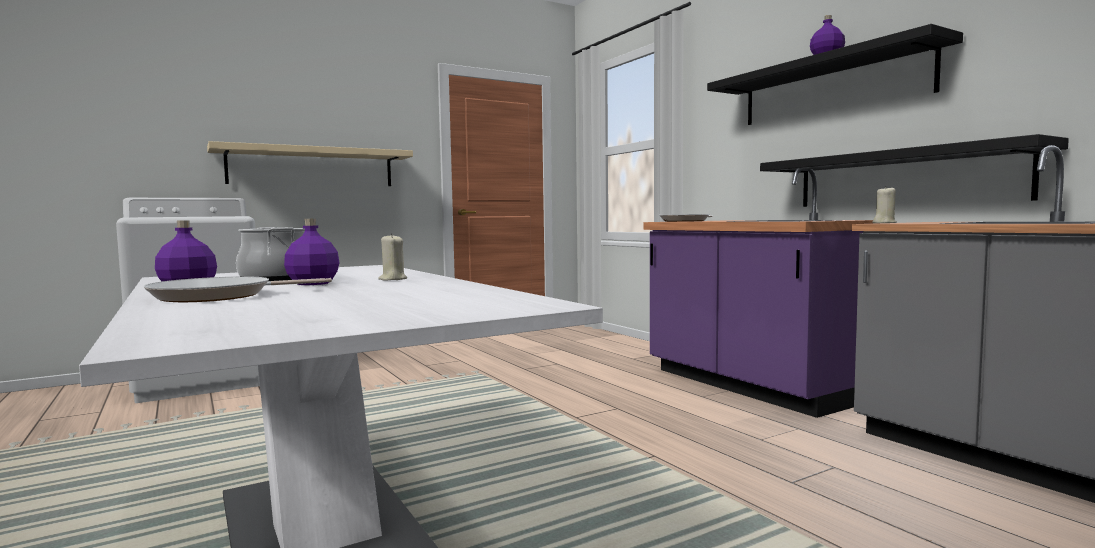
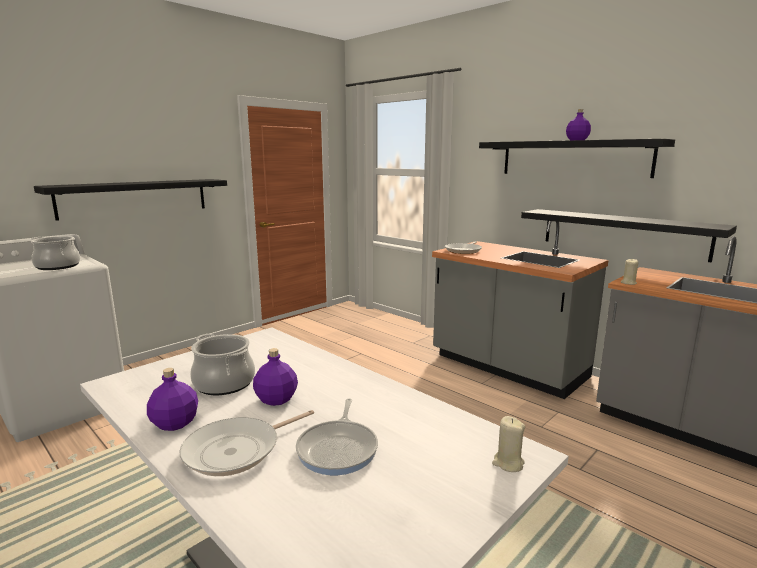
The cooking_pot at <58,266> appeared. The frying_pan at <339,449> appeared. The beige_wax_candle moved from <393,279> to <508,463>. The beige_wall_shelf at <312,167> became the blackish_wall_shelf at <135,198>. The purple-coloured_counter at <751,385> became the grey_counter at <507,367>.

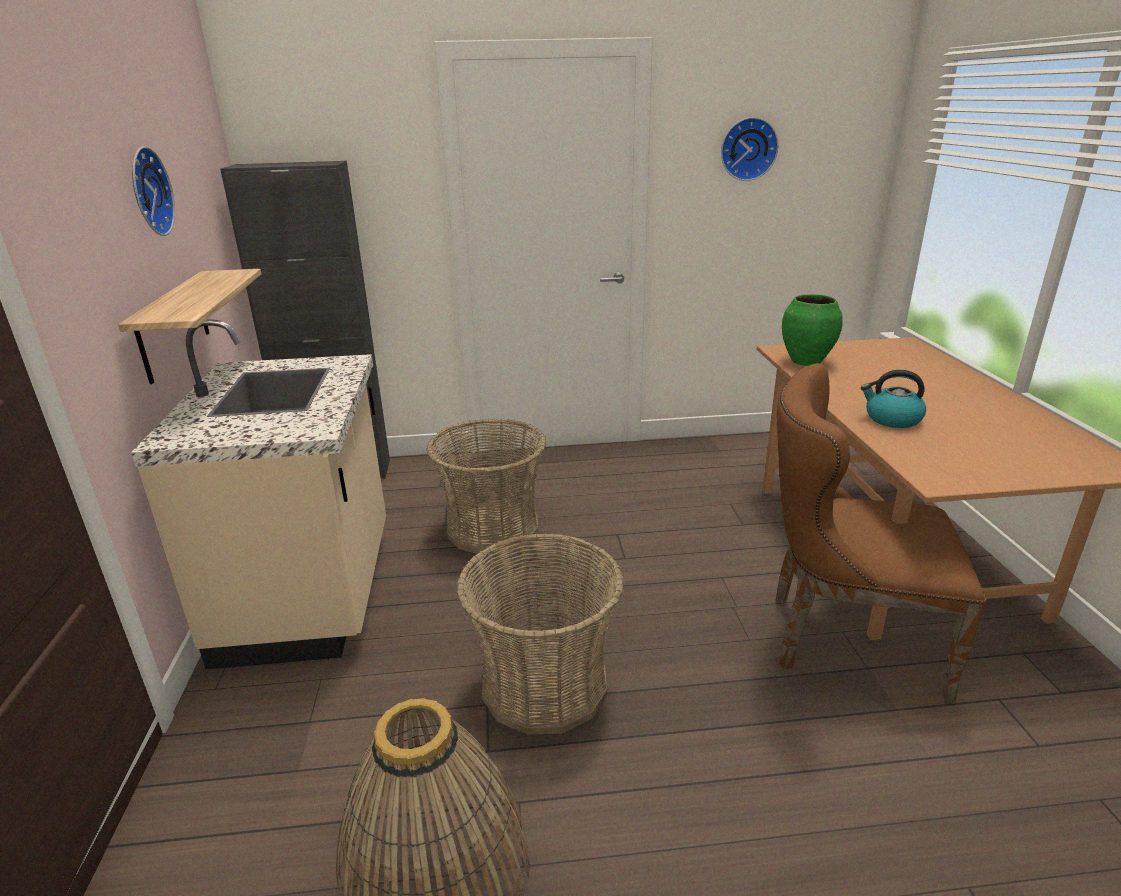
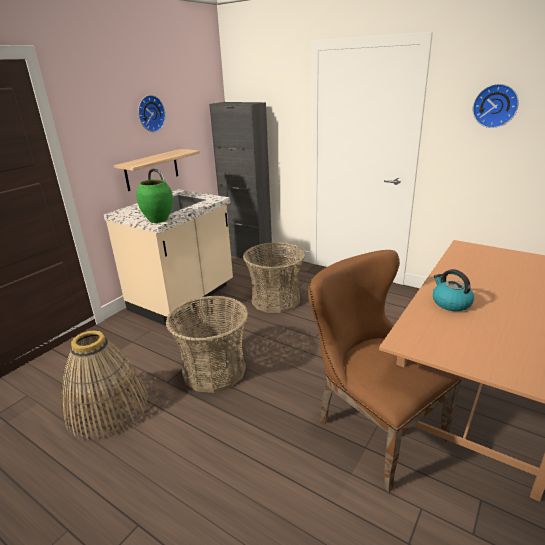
The greenish_decorative_vase moved from <805,361> to <158,220>.

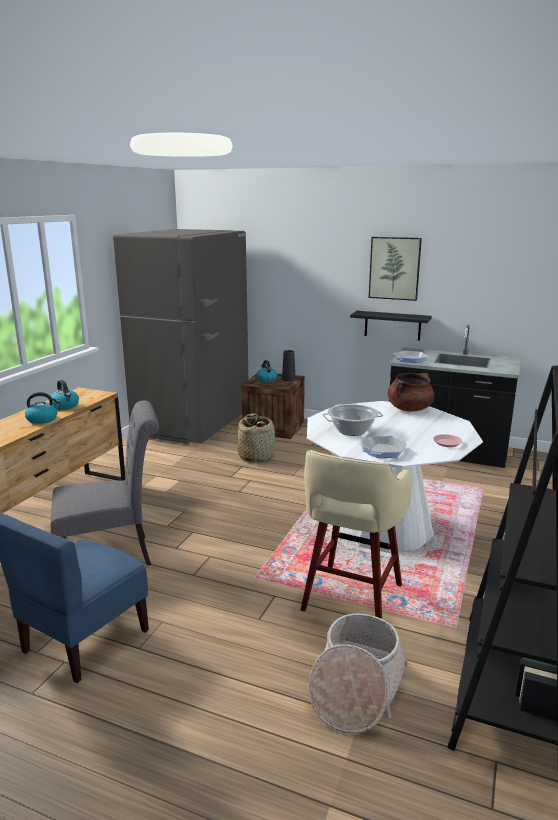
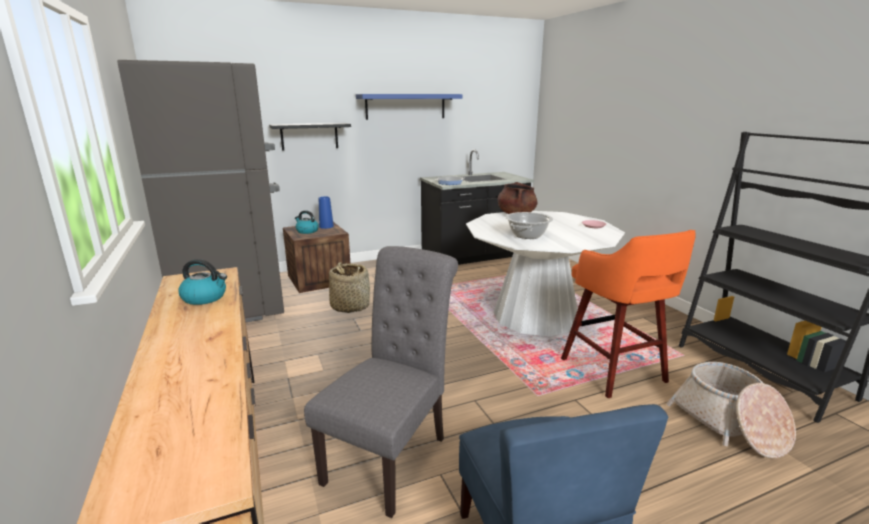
The tea_kettle at <43,419> disappeared. The frying_pan at <383,450> disappeared. The blackish_wall_shelf moved from <392,325> to <309,136>. The picture at <394,268> was replaced by the blue-coloured_wall_shelf at <405,106>. The blackish_decorative_vase at <288,379> became the blue-coloured_decorative_vase at <326,226>. The beige_stool at <351,599> became the orange-coloured_stool at <614,372>.

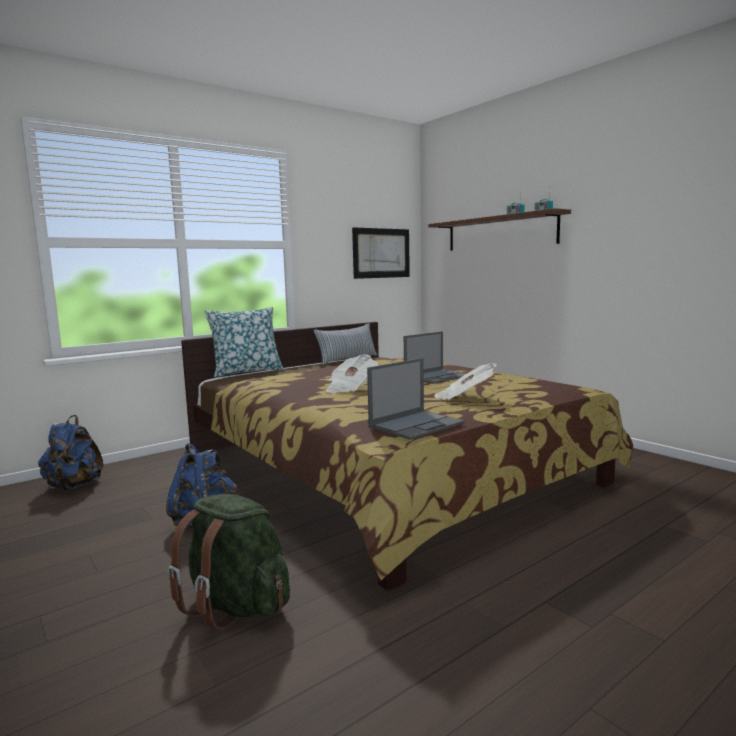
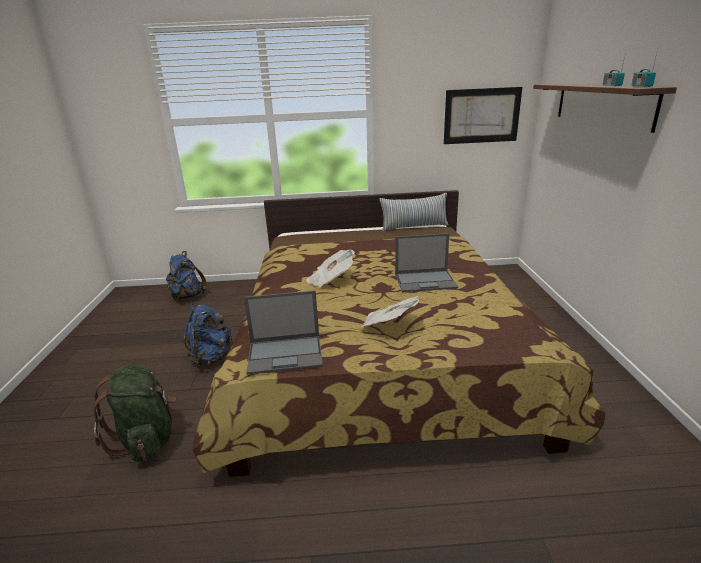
The throw_pillow at <246,372> disappeared.

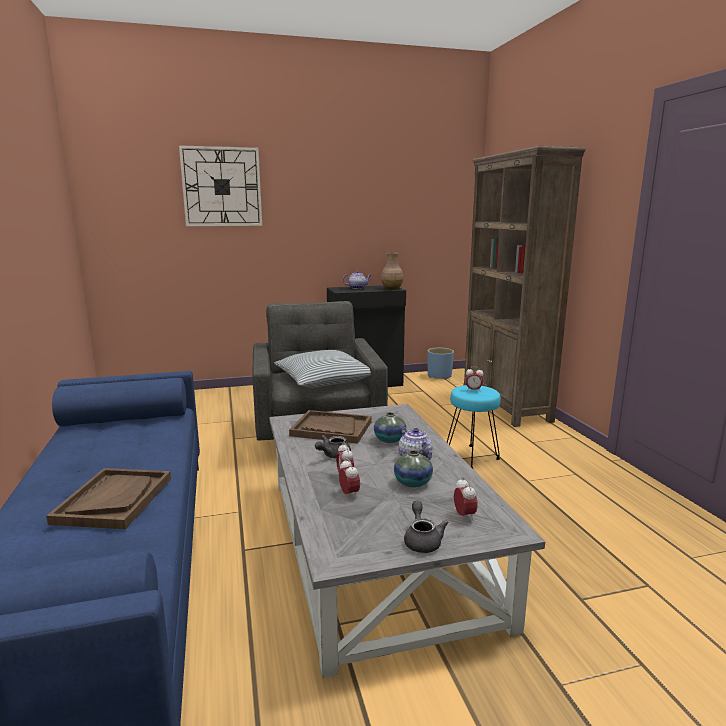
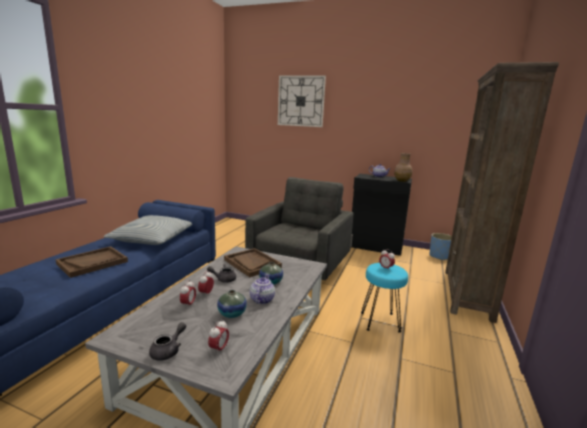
The throw_pillow moved from <324,379> to <152,238>.

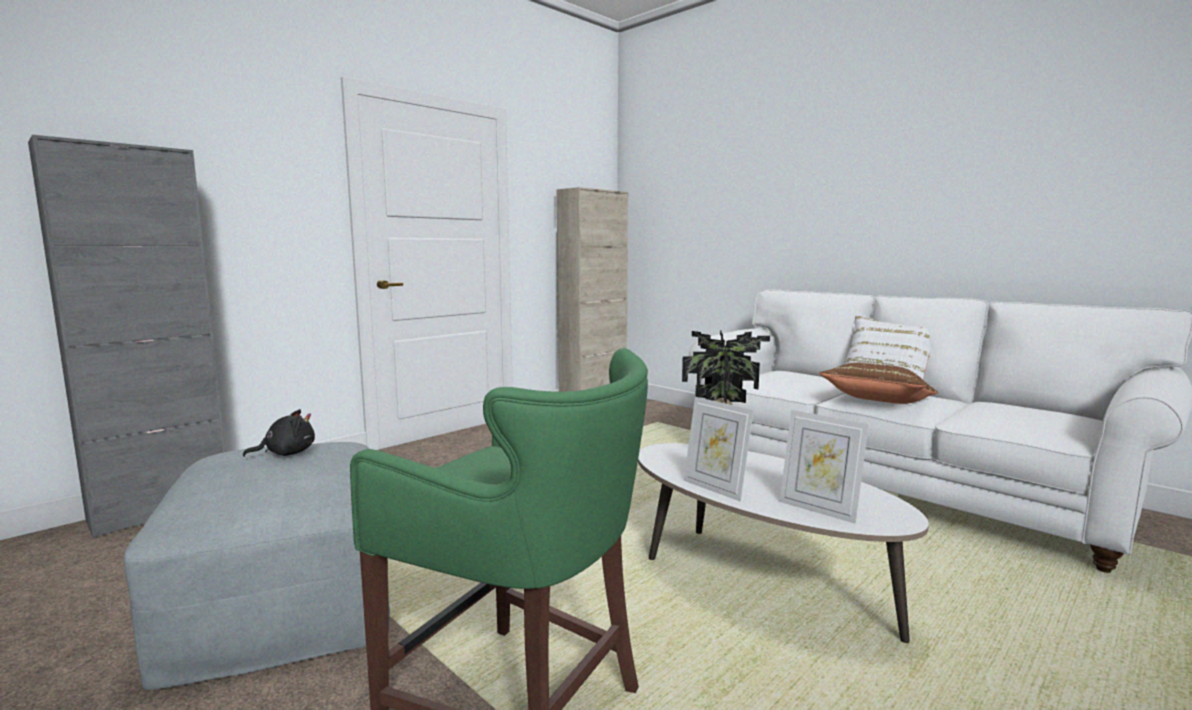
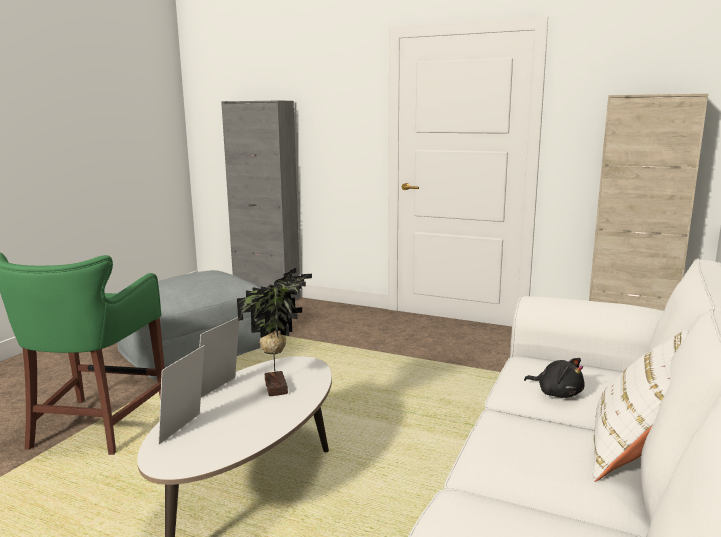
The brownish_throw_pillow at <877,403> disappeared. The blackish_soft_toy moved from <286,454> to <557,393>.

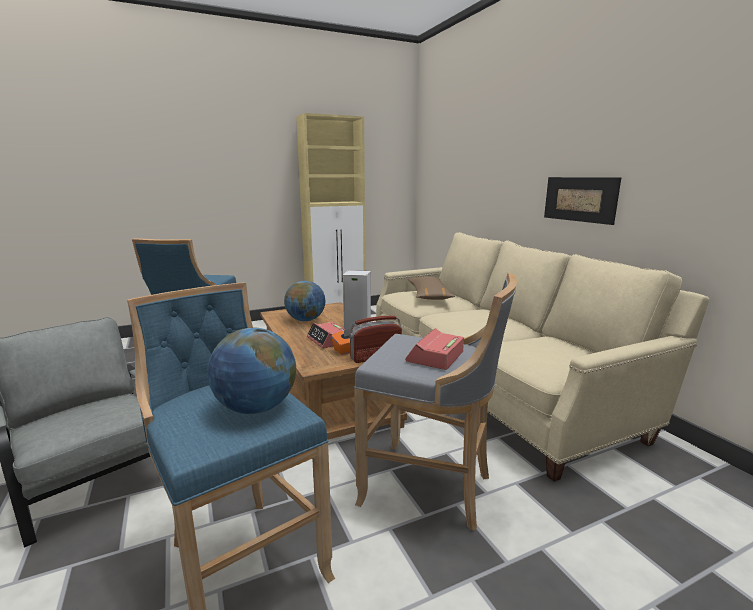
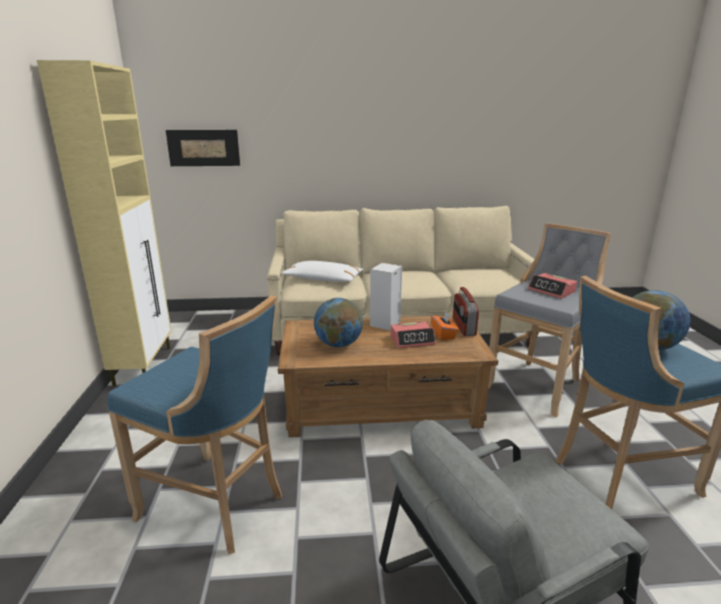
The picture moved from <579,199> to <203,148>. The brownish_throw_pillow at <429,295> became the white-coloured_throw_pillow at <323,279>.

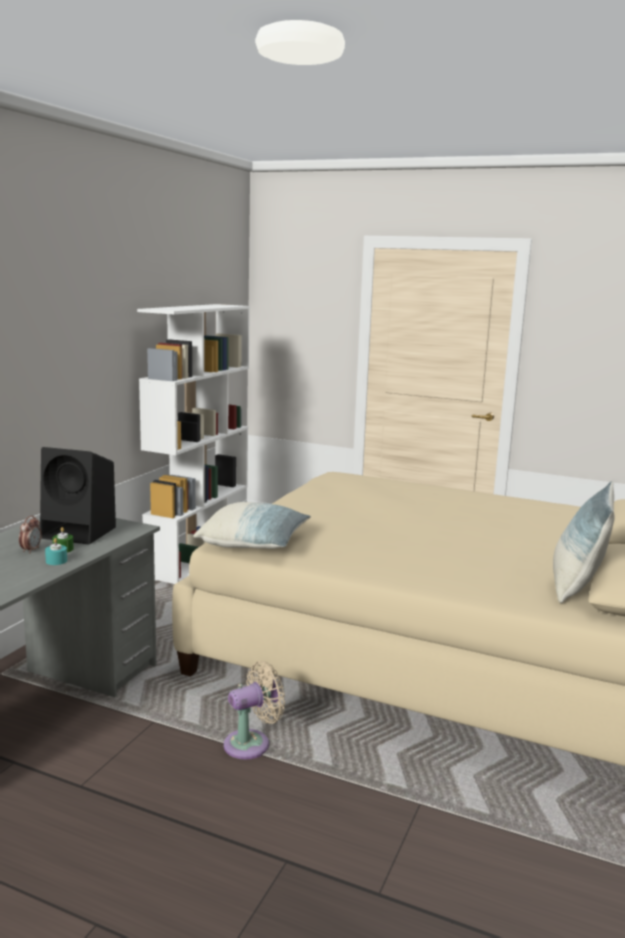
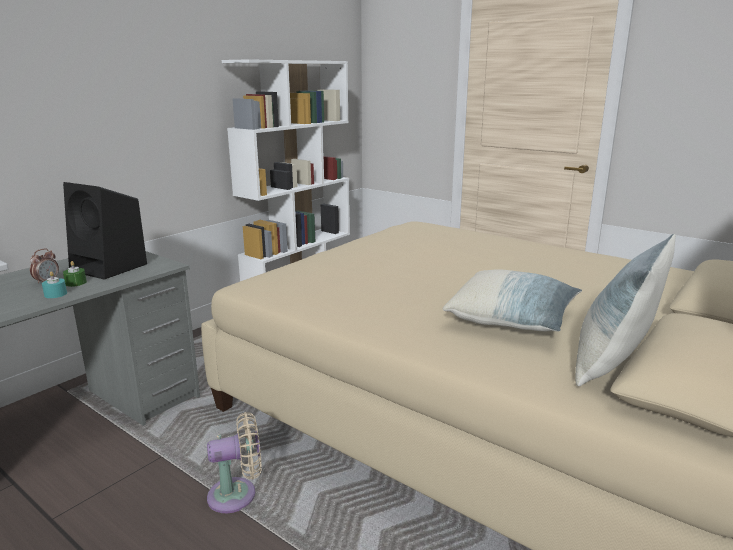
The throw_pillow moved from <253,543> to <512,319>.

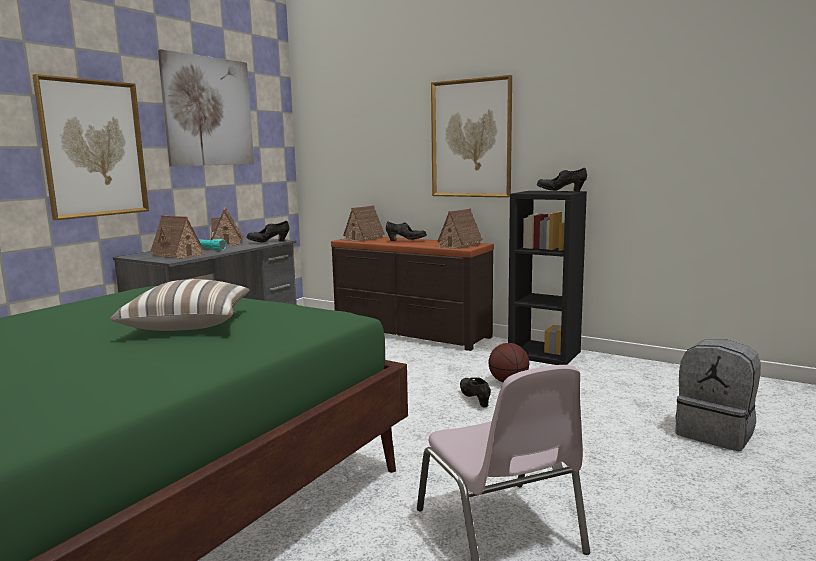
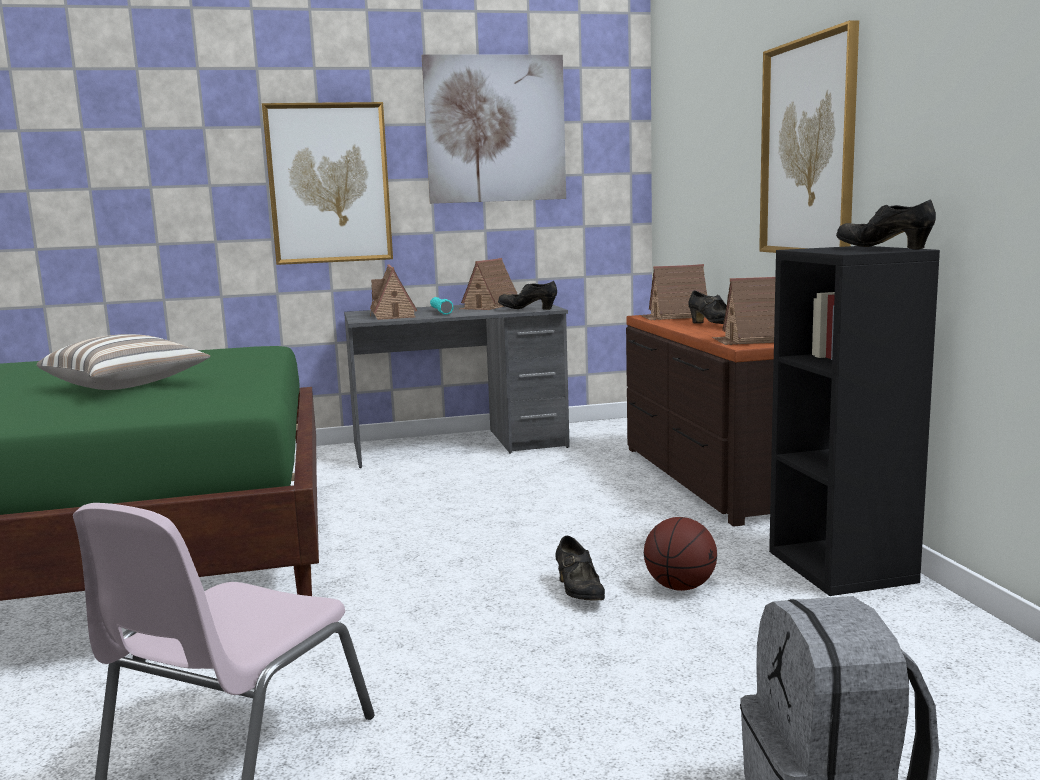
The blackish_low_shoe at <475,399> turned 135 degrees clockwise.

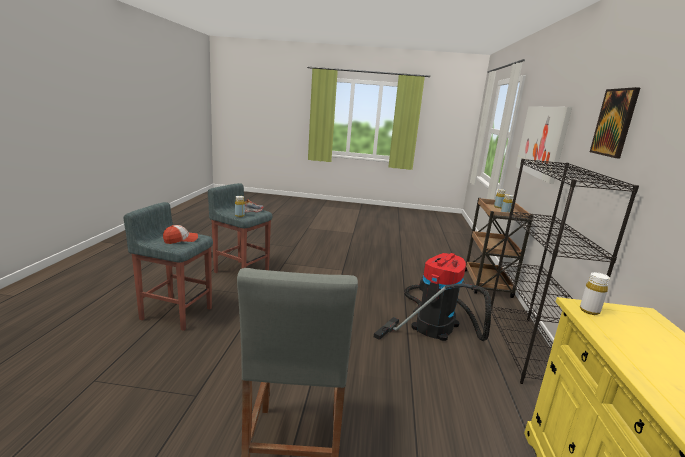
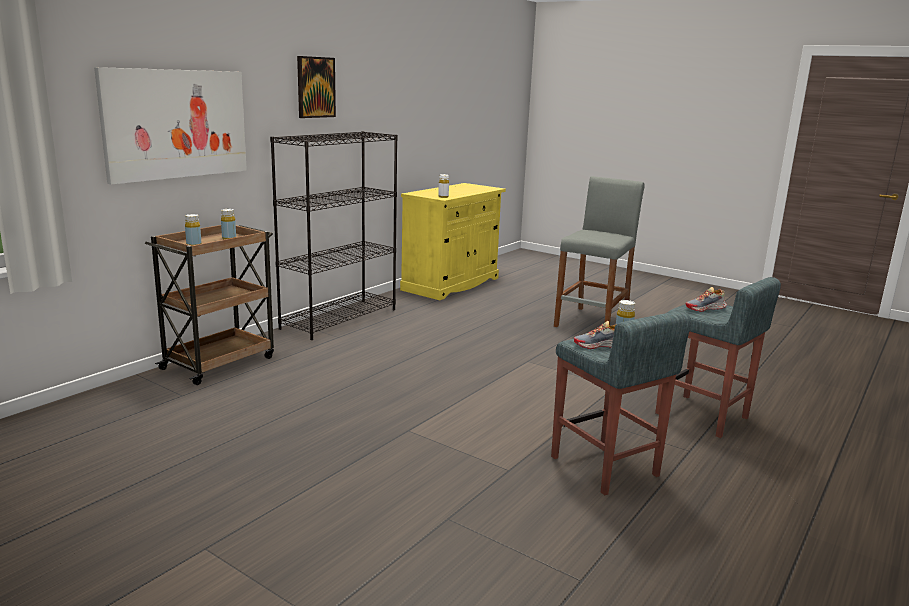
The hoover at <435,323> disappeared. The cap at <180,240> was replaced by the low_shoe at <705,308>.

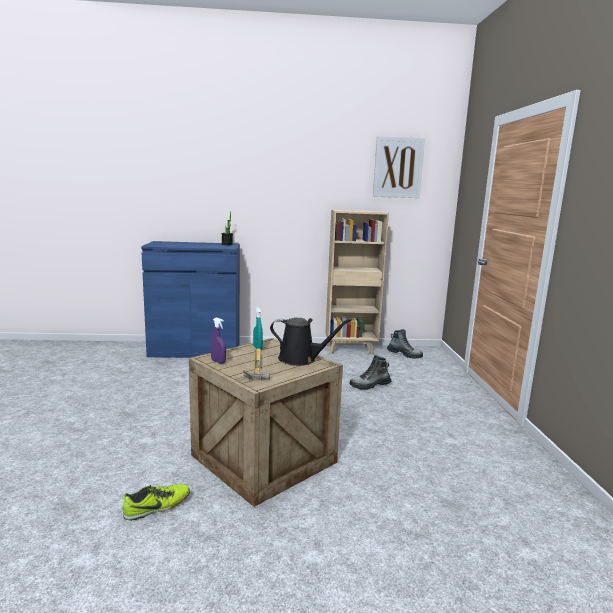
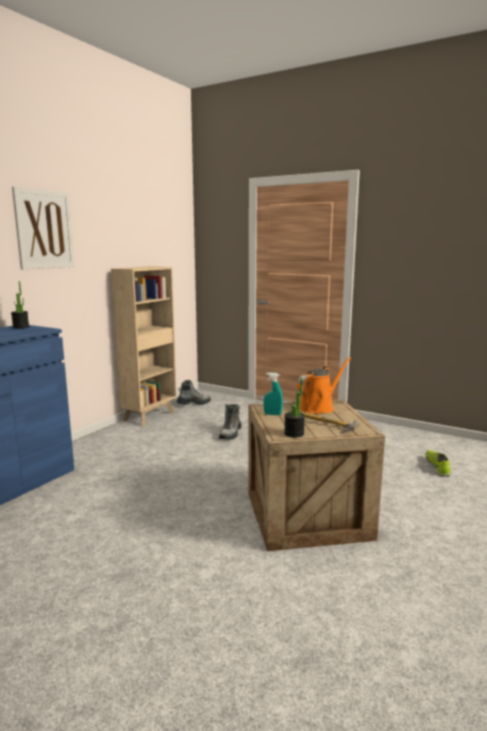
The low_shoe moved from <157,507> to <437,467>. The picture moved from <398,167> to <44,229>. The purple-coloured_spray_bottle at <218,361> was replaced by the plant_in_a_pot at <294,434>. The blackish_watering_can at <301,359> became the orange-coloured_watering_can at <318,407>.

